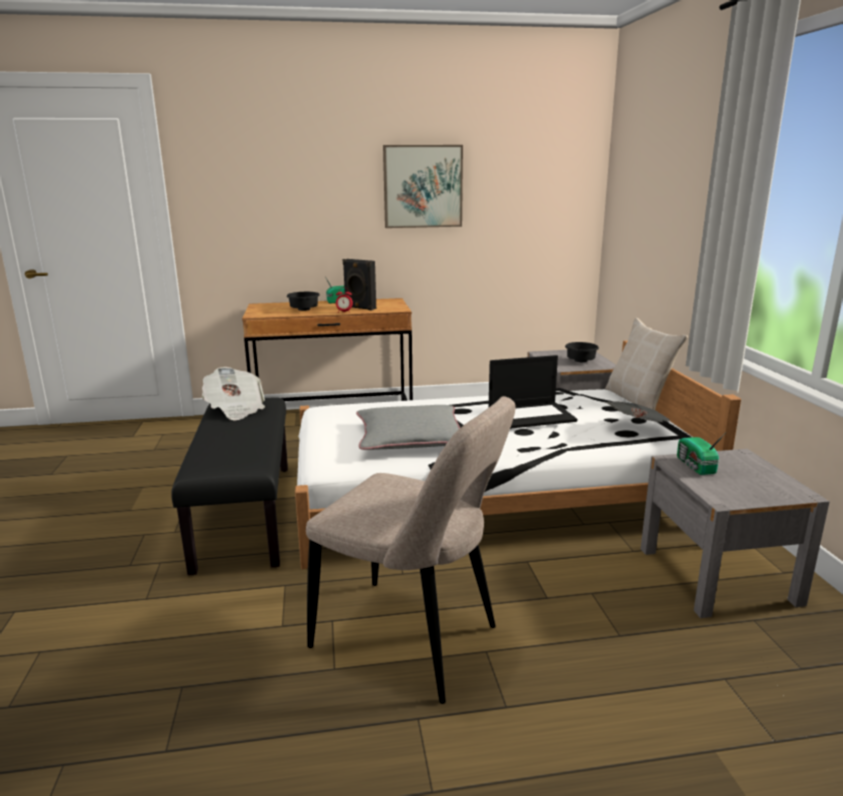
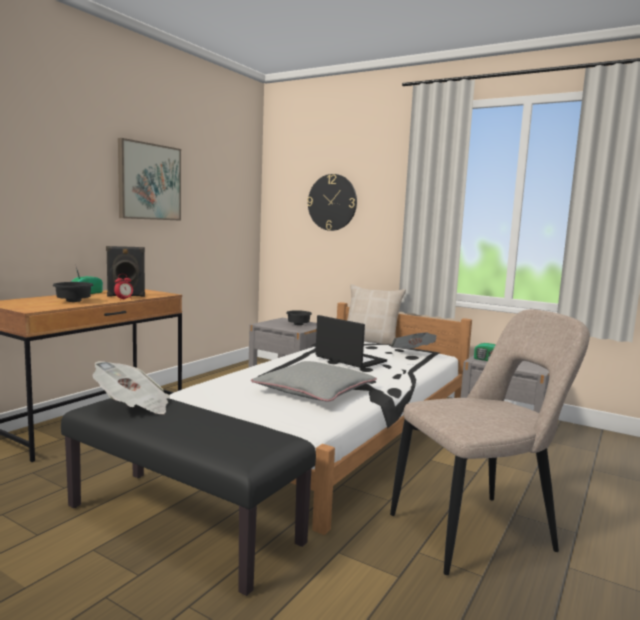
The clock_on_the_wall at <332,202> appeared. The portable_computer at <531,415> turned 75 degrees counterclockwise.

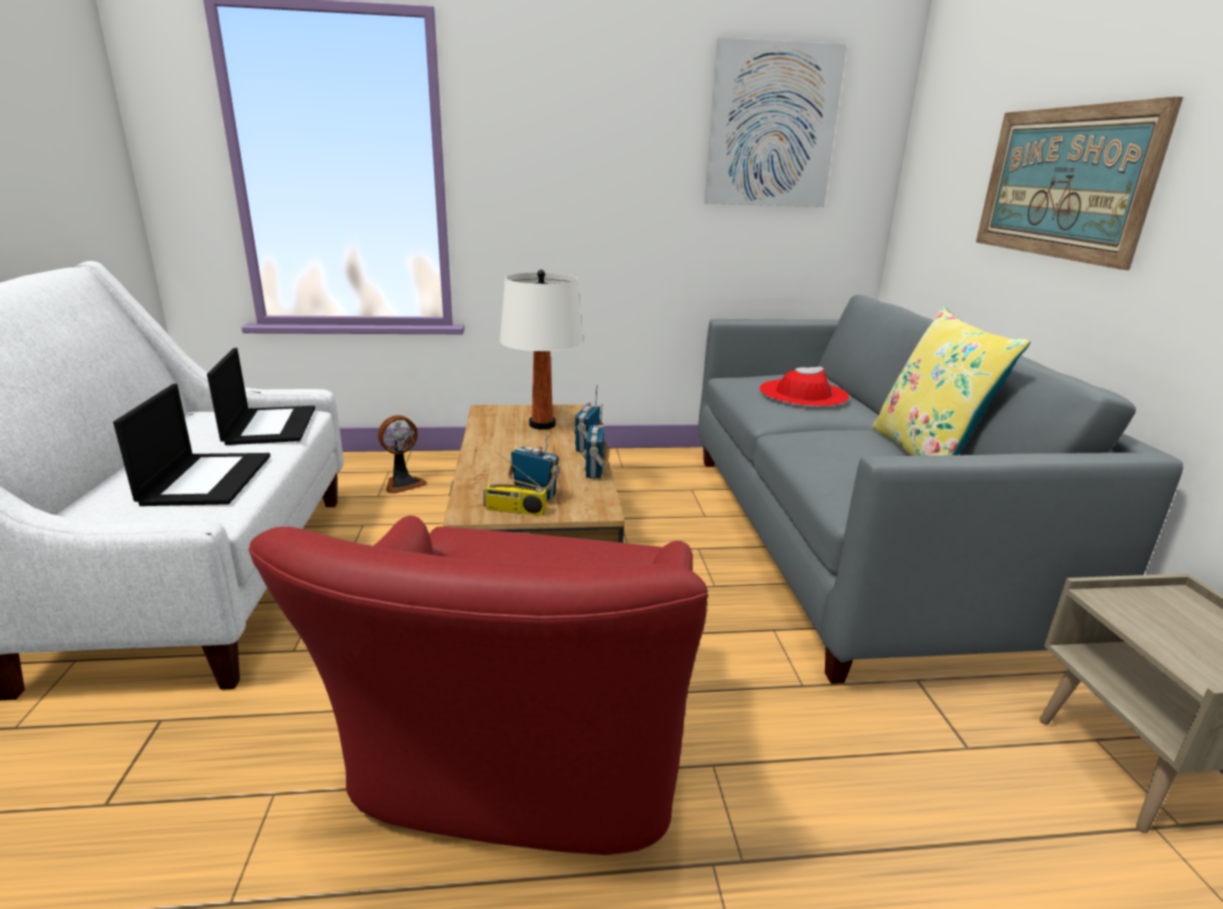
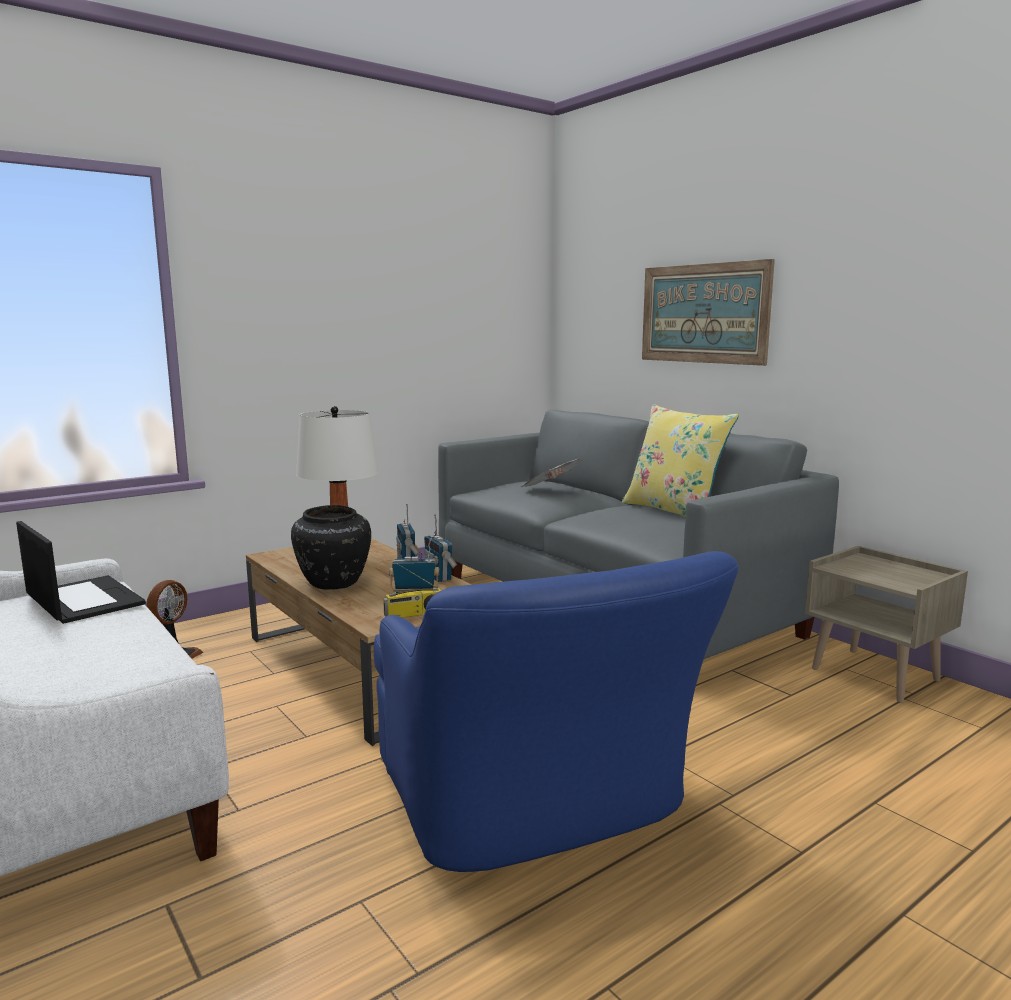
The portable_computer at <206,479> disappeared. The picture at <772,126> disappeared. The blackish_decorative_vase at <333,583> appeared. The reddish_wearable_hat at <803,393> was replaced by the daily_paper at <550,490>. The reddish_armchair at <521,760> became the blue-coloured_armchair at <536,802>.

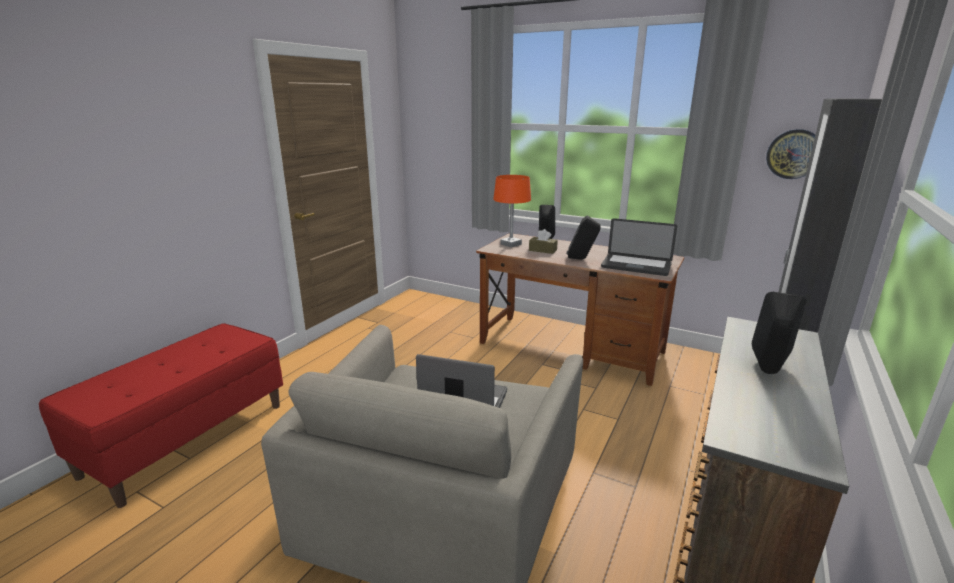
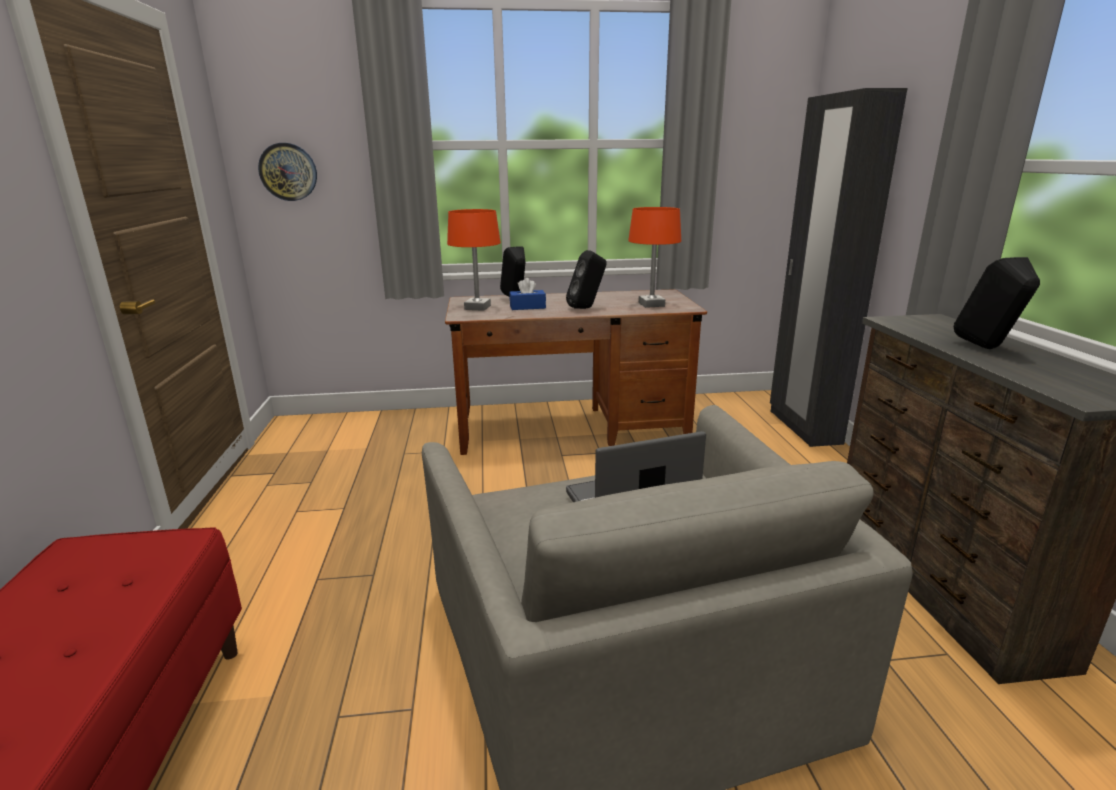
The clock_on_the_wall moved from <793,154> to <288,172>. The portable_computer at <636,266> was replaced by the orange-coloured_lamp_for_a_table at <651,304>. The brownish_box_of_tissues at <542,250> became the blue-coloured_box_of_tissues at <527,307>.

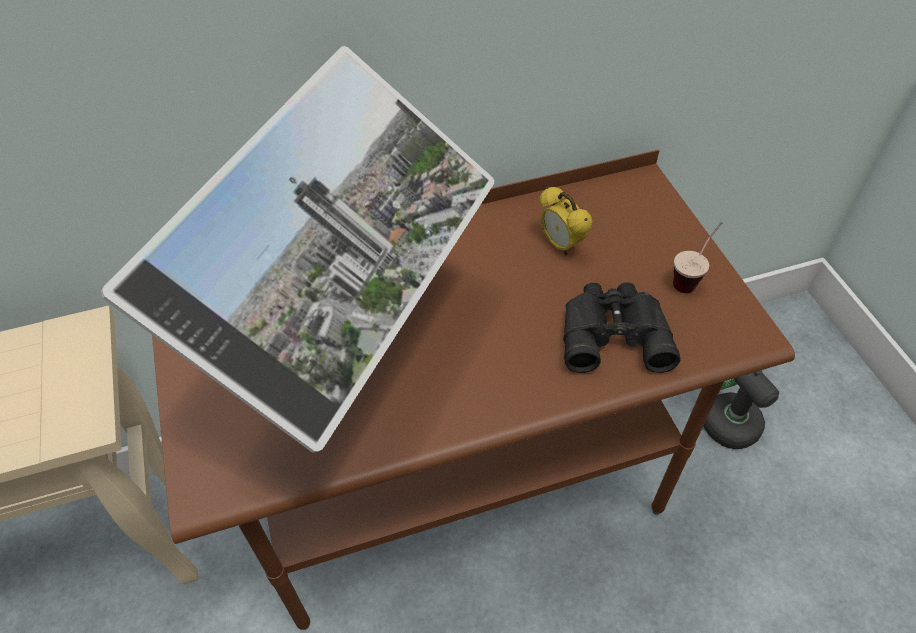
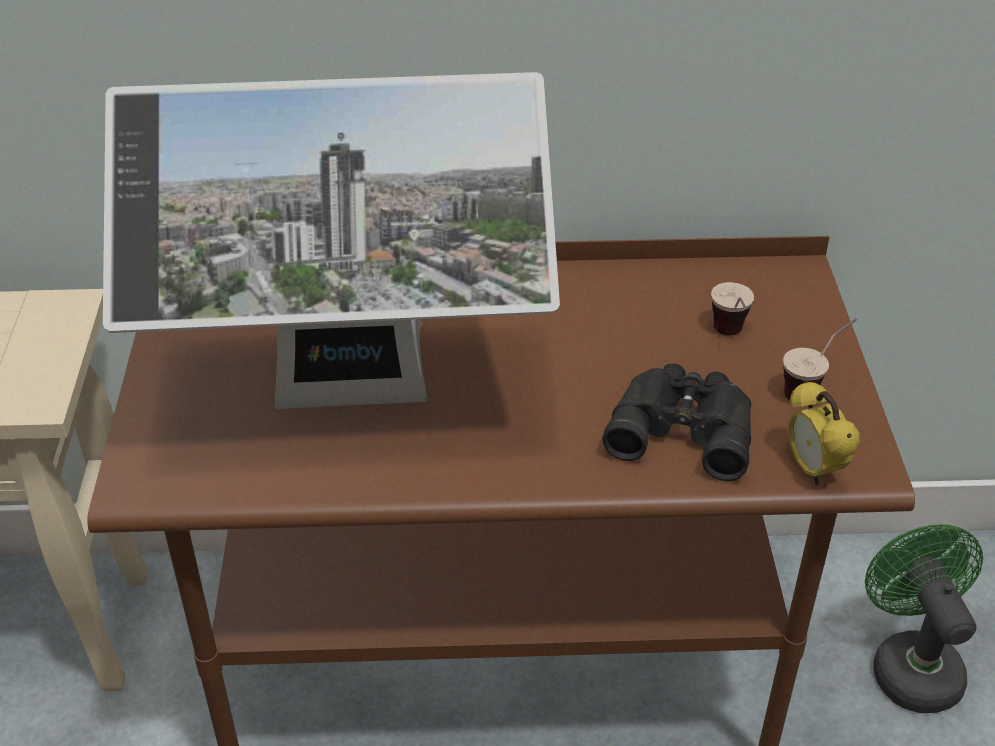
The drinking_cup at <730,338> appeared. The alarm_clock moved from <561,245> to <813,469>. The computer_display at <353,367> turned 45 degrees clockwise.

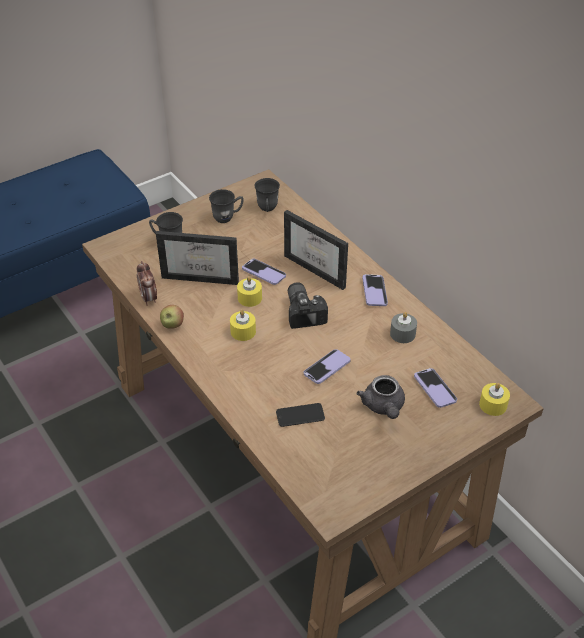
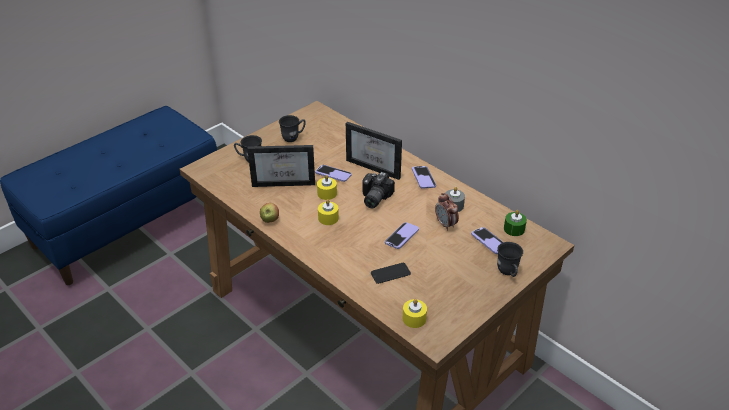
The grey_tea_pot at <383,407> disappeared. The greenish_wax_candle at <514,229> appeared. The alarm_clock moved from <149,298> to <445,224>. The grey_coffee_mug moved from <267,209> to <508,272>. The yellow-coloured_wax_candle moved from <493,405> to <414,318>. The photo_camera at <305,311> turned 135 degrees counterclockwise.

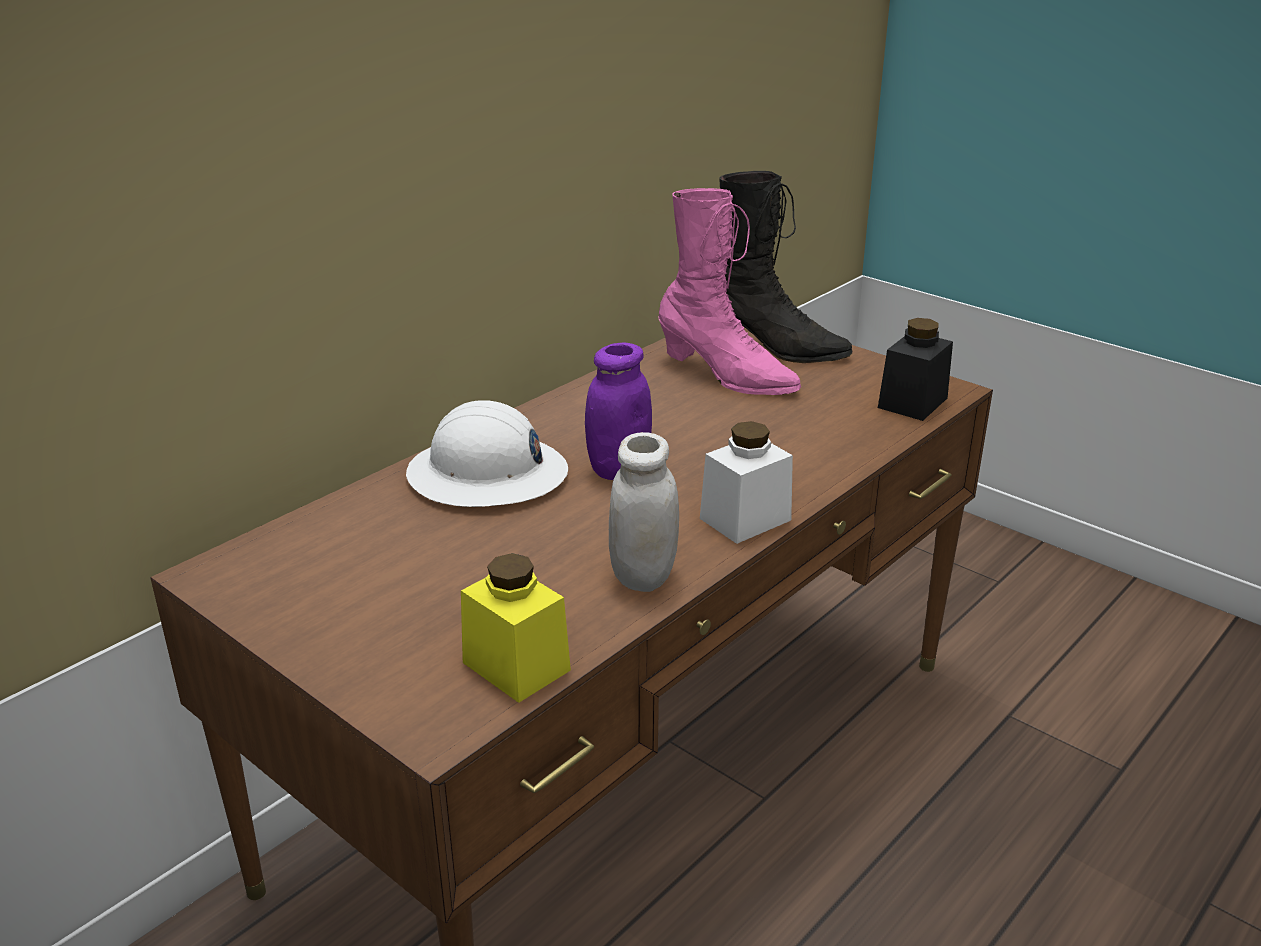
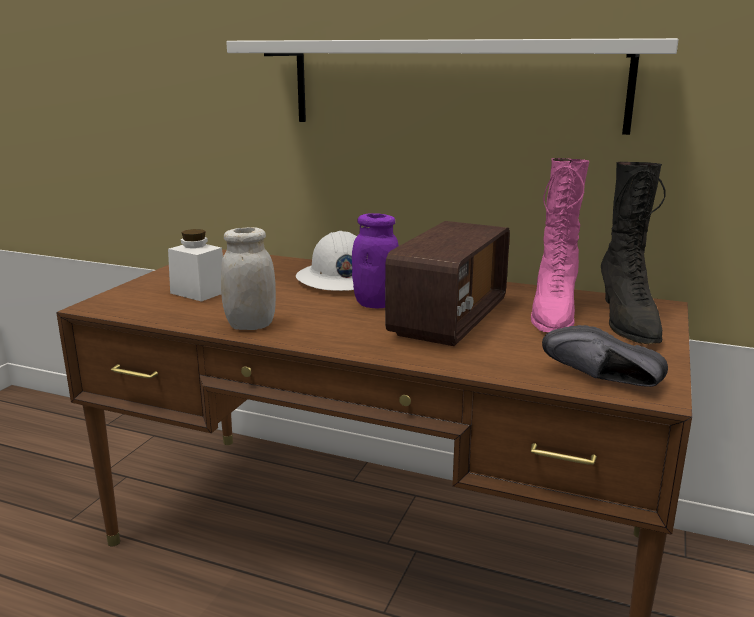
The yellow-coloured_preserve_jar at <516,666> disappeared. The white-coloured_wall_shelf at <453,85> appeared. The radio_set at <448,319> appeared. The white-coloured_preserve_jar moved from <745,519> to <198,292>. The blackish_preserve_jar at <912,403> was replaced by the blackish_low_shoe at <601,381>.

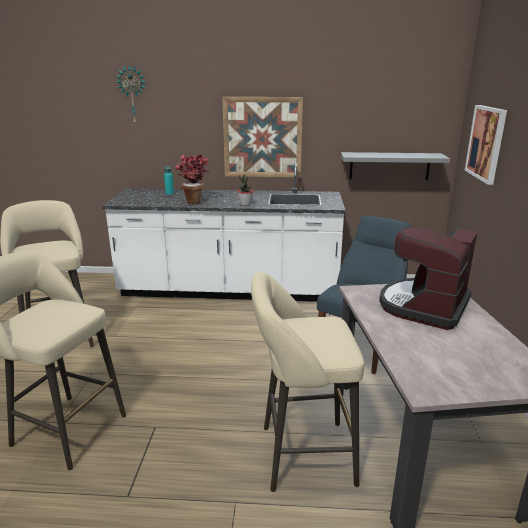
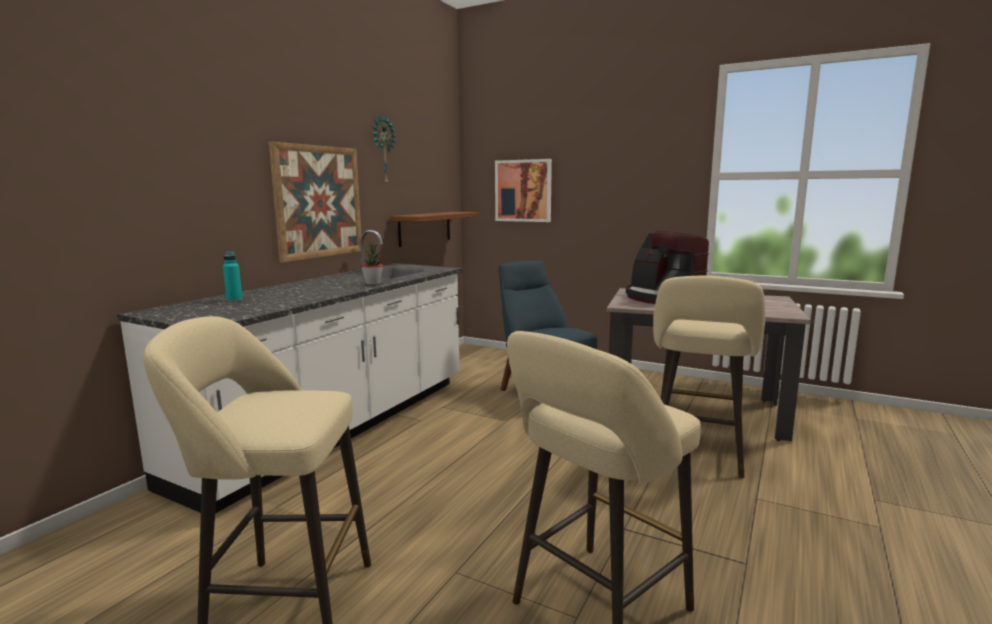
The plant_in_a_pot at <194,201> disappeared. The clock_on_the_wall moved from <133,95> to <382,150>. The grey_wall_shelf at <389,166> became the brownish_wall_shelf at <425,228>.

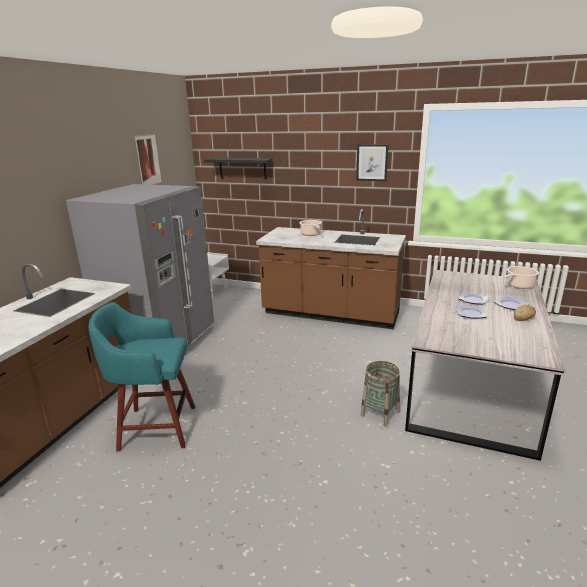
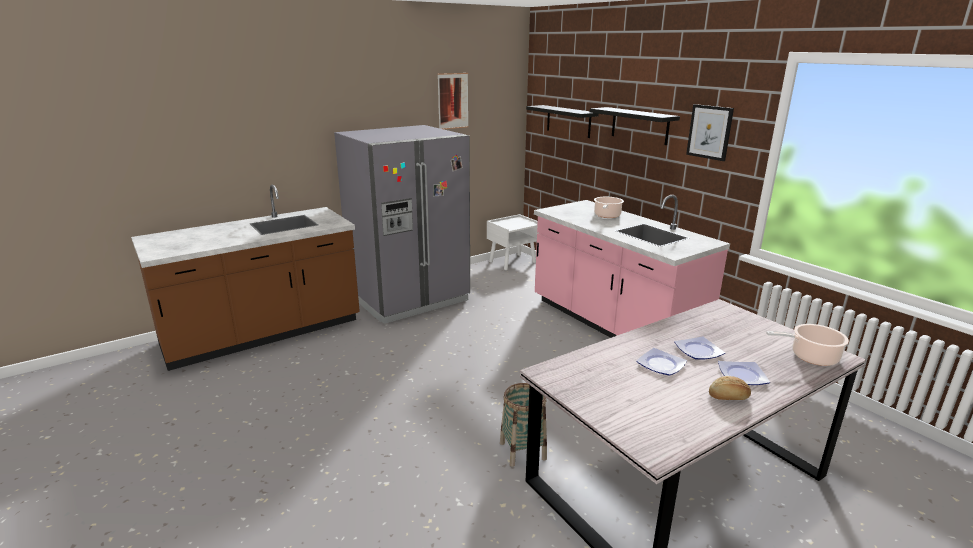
The blue-green_stool at <155,427> disappeared. The blackish_wall_shelf at <639,125> appeared. The brownish_counter at <330,314> became the pinkish_counter at <613,325>.

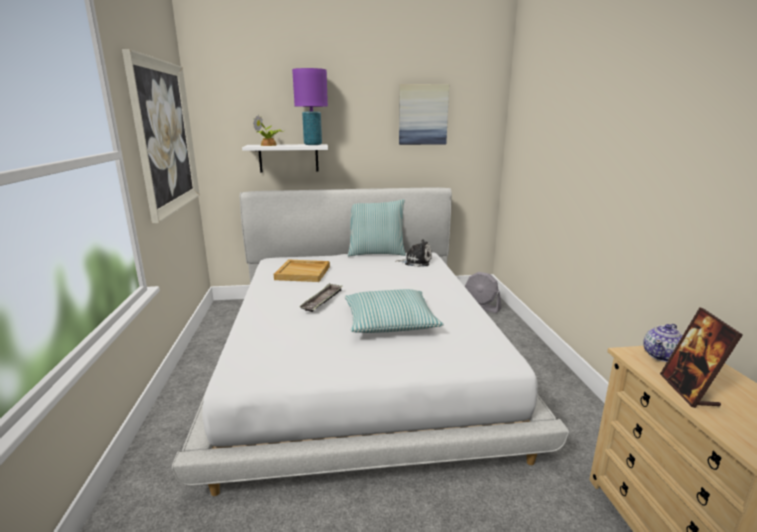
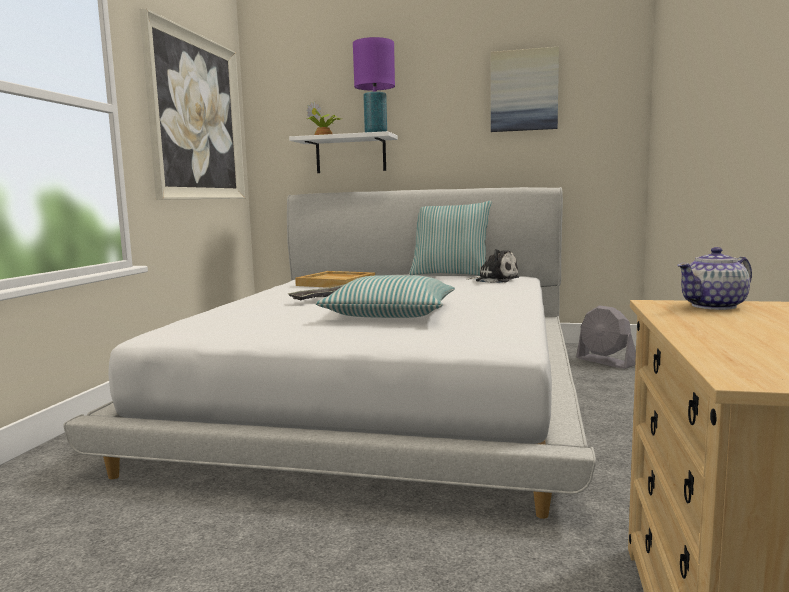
The standing_frame at <688,391> disappeared.

